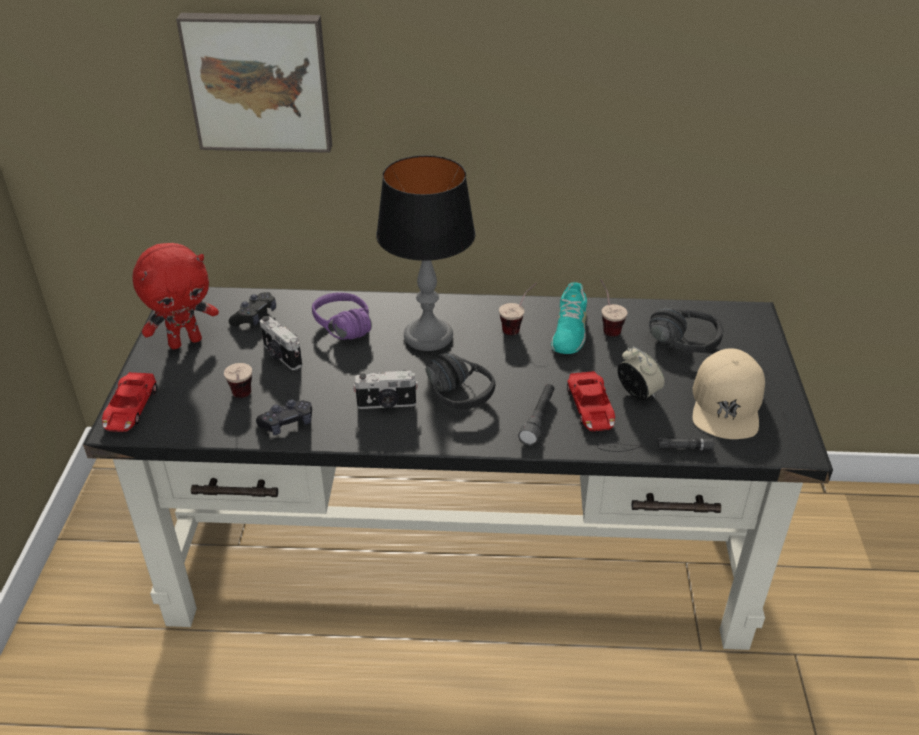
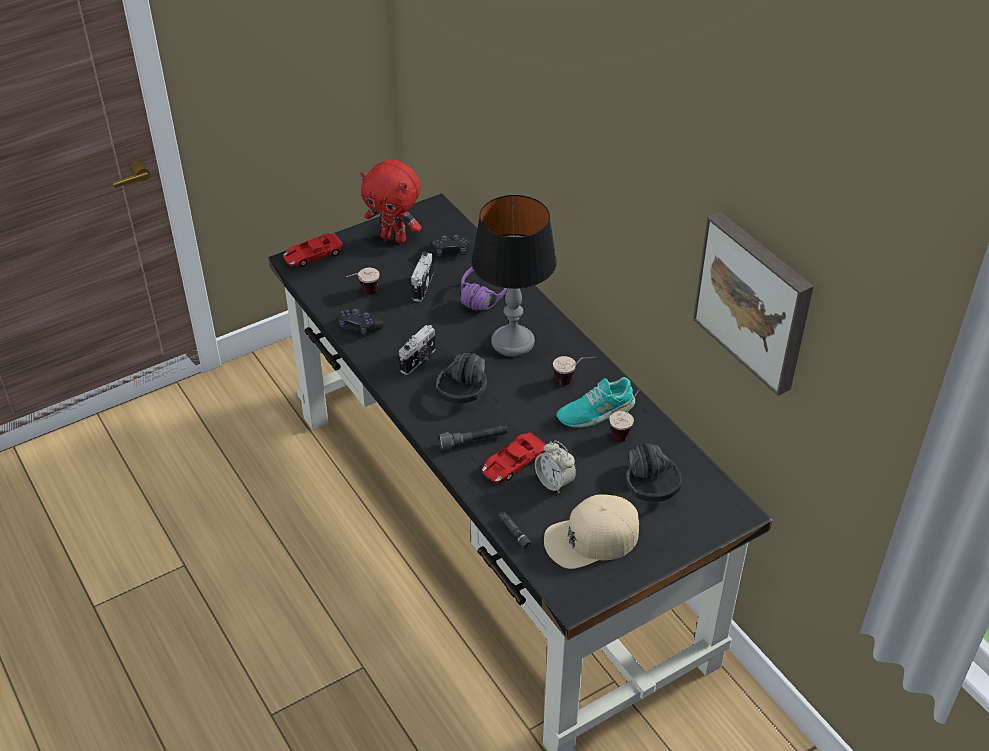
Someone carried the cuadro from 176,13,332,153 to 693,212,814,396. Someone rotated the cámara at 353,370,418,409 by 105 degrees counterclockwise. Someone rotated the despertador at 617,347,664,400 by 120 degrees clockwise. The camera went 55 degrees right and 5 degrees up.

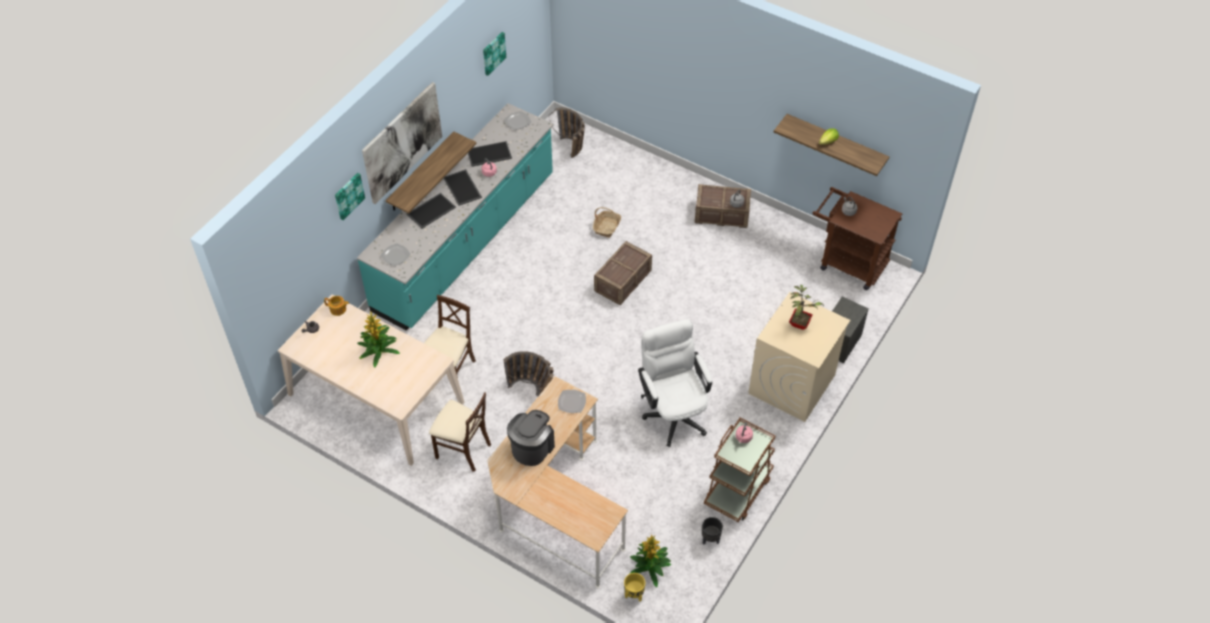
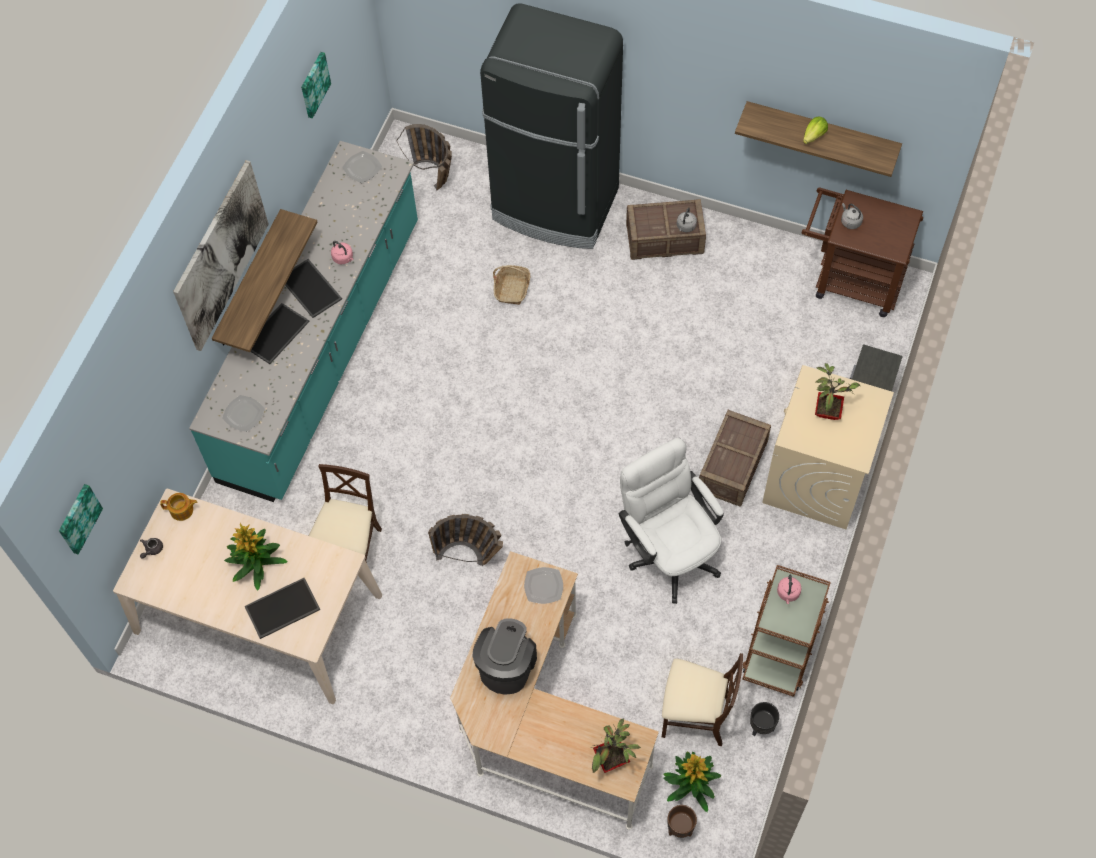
Someone carried the cuadro from 335,173,365,220 to 59,484,103,554. Someone carried the silla/beis from 429,392,491,472 to 662,653,743,746. Someone carried the bandeja from 468,141,512,167 to 244,578,320,639. Someone carried the caja de embalaje from 594,241,652,305 to 699,410,771,507. Someone repainted the maceta/amarillo at 624,573,645,602, which became the maceta/marrón at 668,805,697,838. Someone put down the nevera/negro at 480,3,623,249. Someone put down the planta en maceta at 592,719,641,773. The camera went 10 degrees left and 10 degrees up.

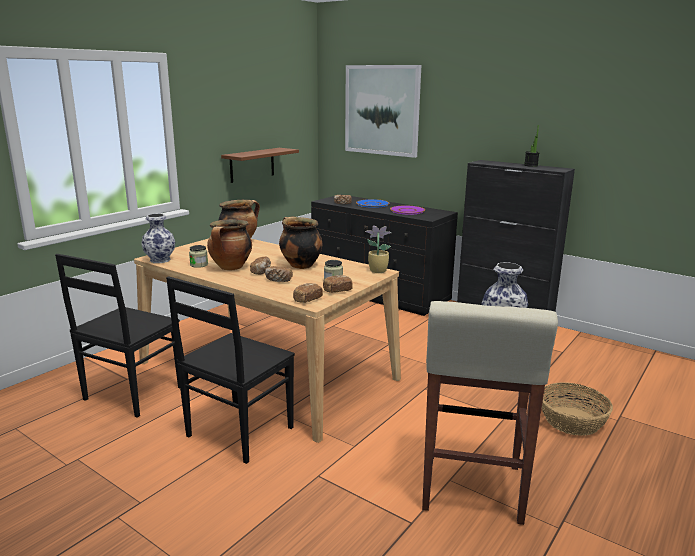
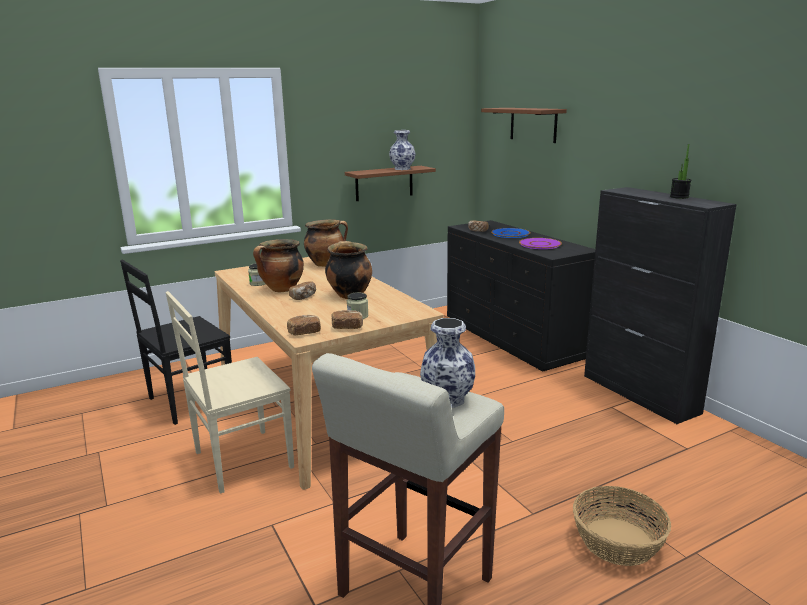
Someone carried the florero from 141,214,175,263 to 389,130,416,170. Someone repainted the silla/negro at 166,276,295,464, which became the silla/beis at 165,291,294,494. Someone took away the pan at 265,266,293,282. Someone swapped the cuadro at 345,65,421,158 for the estante/marrón at 481,108,567,143. Someone took away the planta en maceta at 365,226,391,273. The camera went 25 degrees right and 0 degrees up.

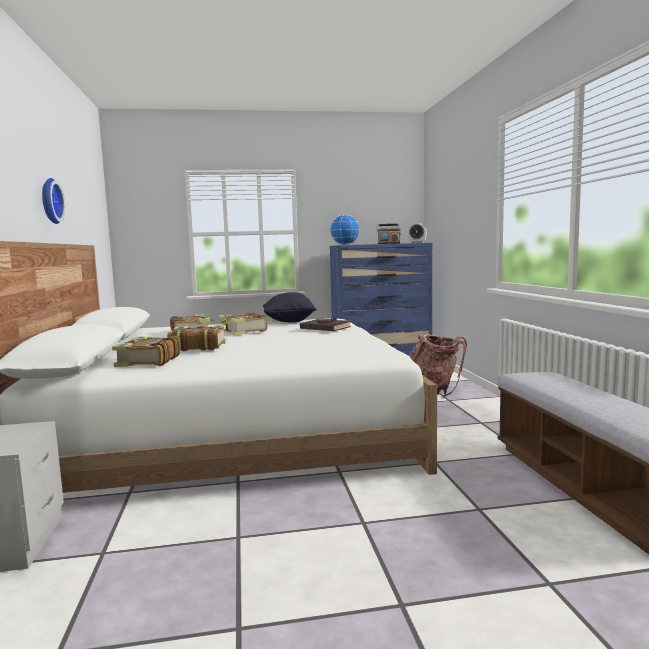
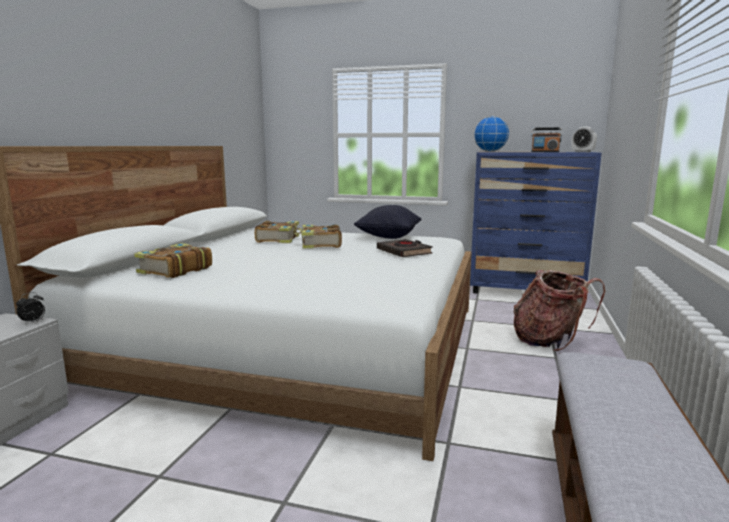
Someone took away the reloj de pared at 42,178,65,224. Someone took away the libro at 167,325,227,351. Someone put down the despertador at 16,292,45,325. The camera went 25 degrees right and 5 degrees up.

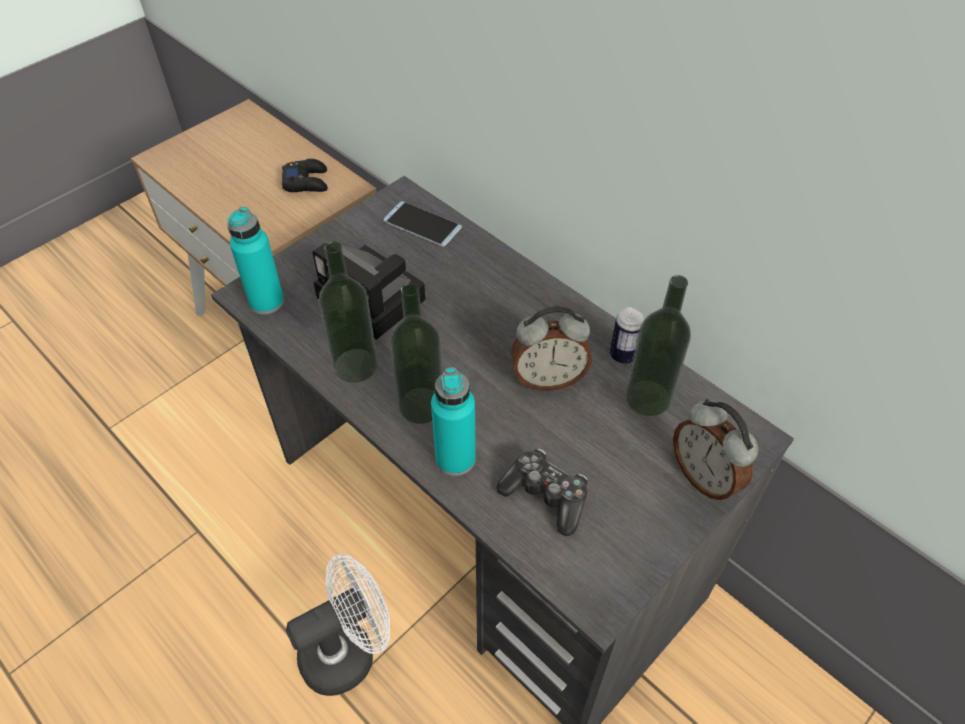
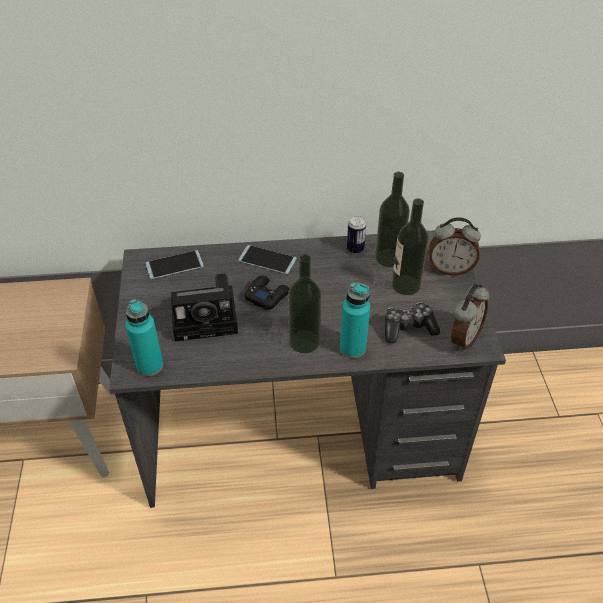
Someone carried the mando de consola/negro from 282,159,328,192 to 245,276,290,310. Someone took away the ventilador/blanco at 286,554,390,696. Someone carried the botella from 319,241,378,383 to 392,198,429,295. Someone carried the despertador from 511,306,592,391 to 451,284,490,351. Someone put down the móvil at 238,245,297,274. The camera went 50 degrees left and 5 degrees down.

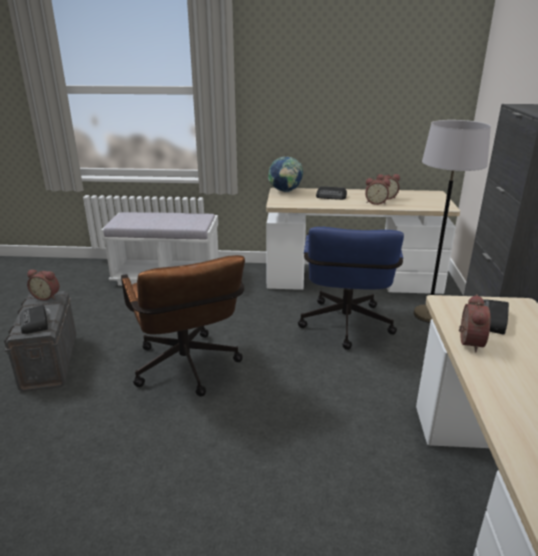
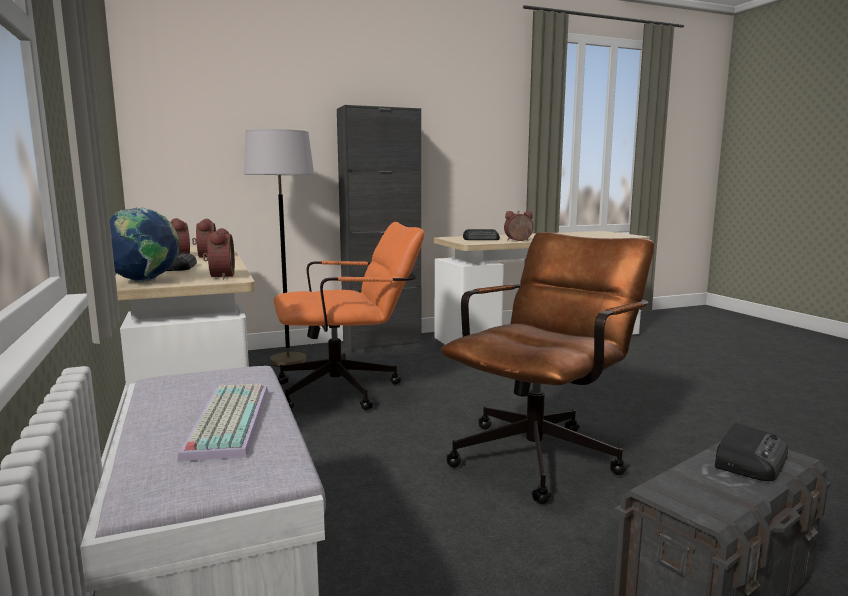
Someone carried the despertador from 27,269,59,300 to 203,228,235,279. Someone repainted the silla de oficina/azul at 298,227,404,350, which became the silla de oficina/naranja at 274,222,424,410. Someone put down the teclado at 178,384,268,462. The camera went 115 degrees left and 15 degrees down.

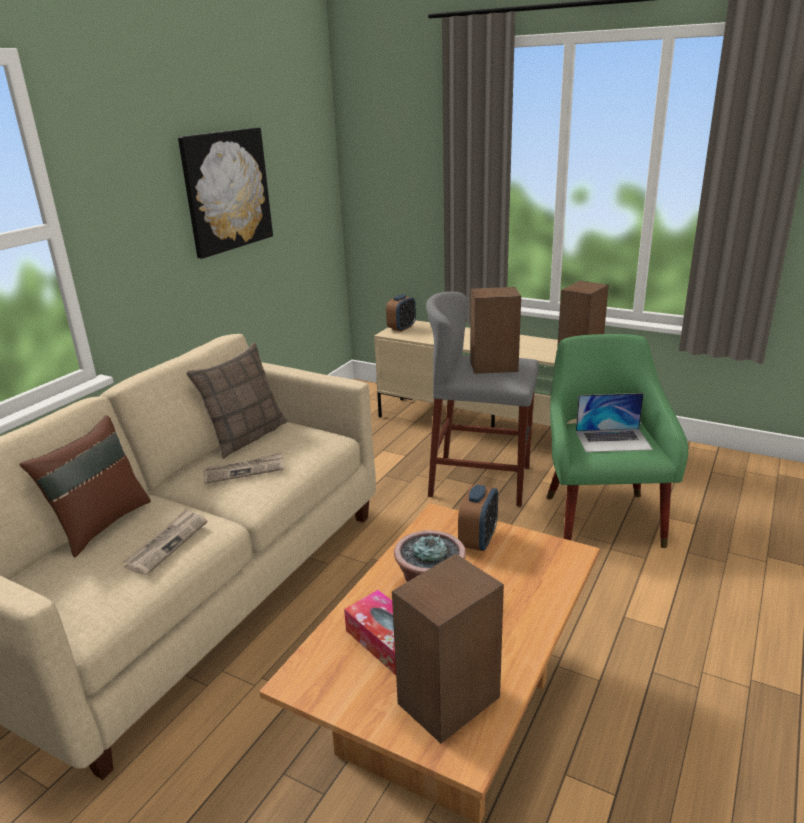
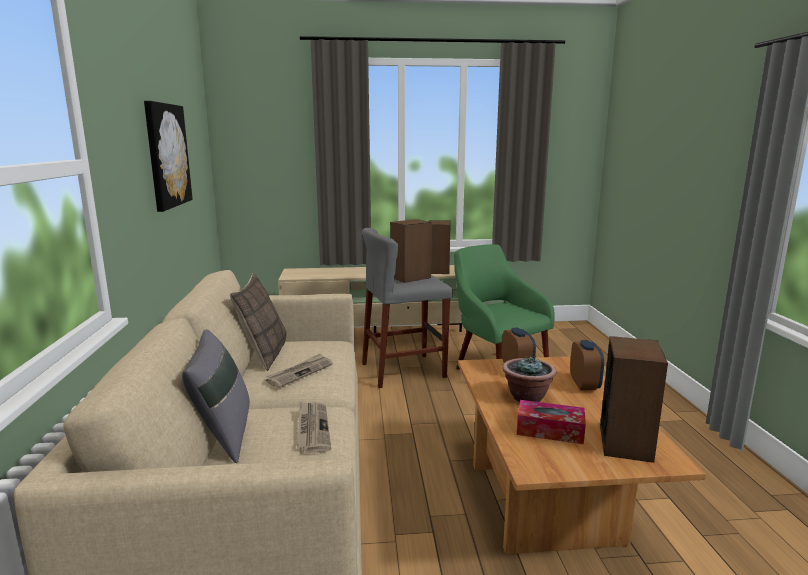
Someone repainted the cojín/marrón at 19,415,151,557, which became the cojín/gris at 182,329,250,463. Someone carried the despertador from 386,294,416,332 to 570,340,604,390. Someone took away the portátil at 576,393,653,452. The camera went 35 degrees left and 10 degrees down.

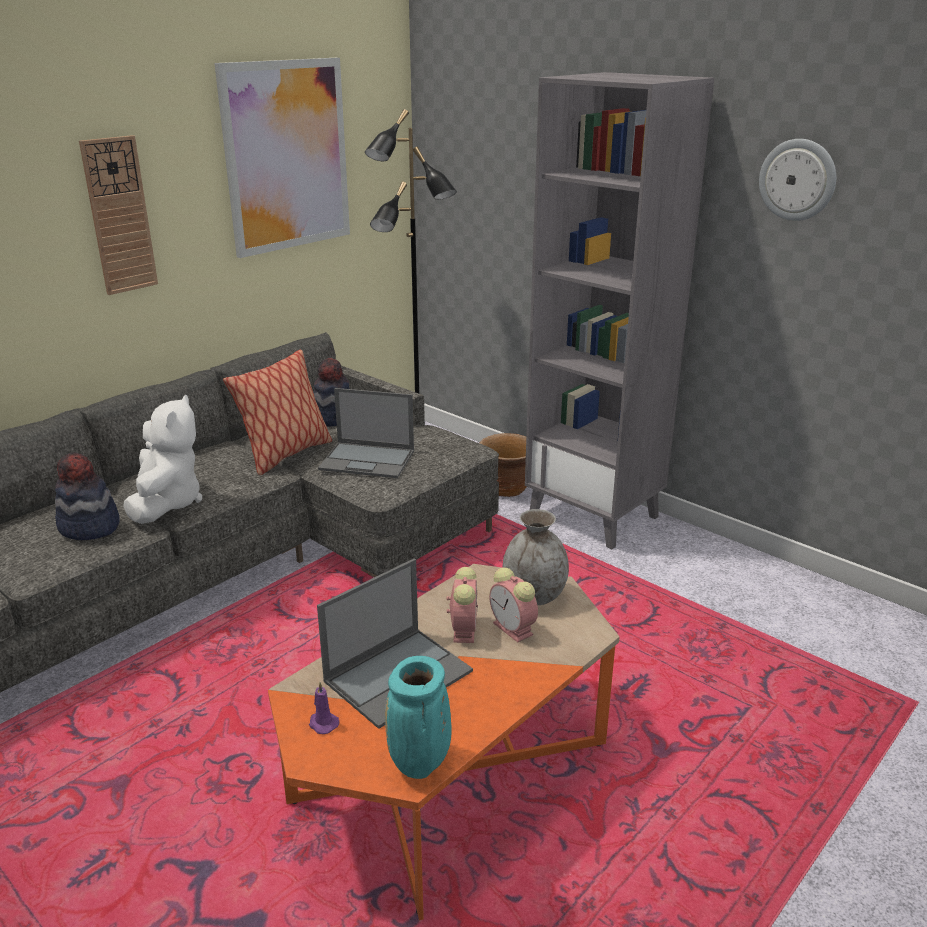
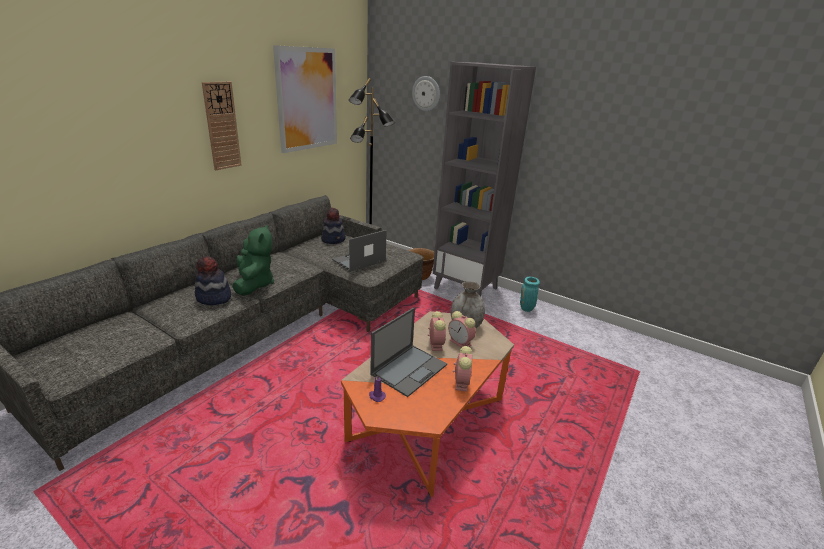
Someone repainted the peluche/blanco at 123,395,202,524, which became the peluche/verde at 232,224,274,296. Someone took away the cojín at 223,350,332,475. Someone rotated the portátil at 318,388,414,478 by 135 degrees clockwise. Someone carried the florero/turquesa from 385,656,452,779 to 520,277,540,312. Someone carried the reloj de pared from 759,139,836,221 to 412,76,440,111. Someone put down the despertador at 453,346,472,392. The camera went 10 degrees left and 0 degrees up.

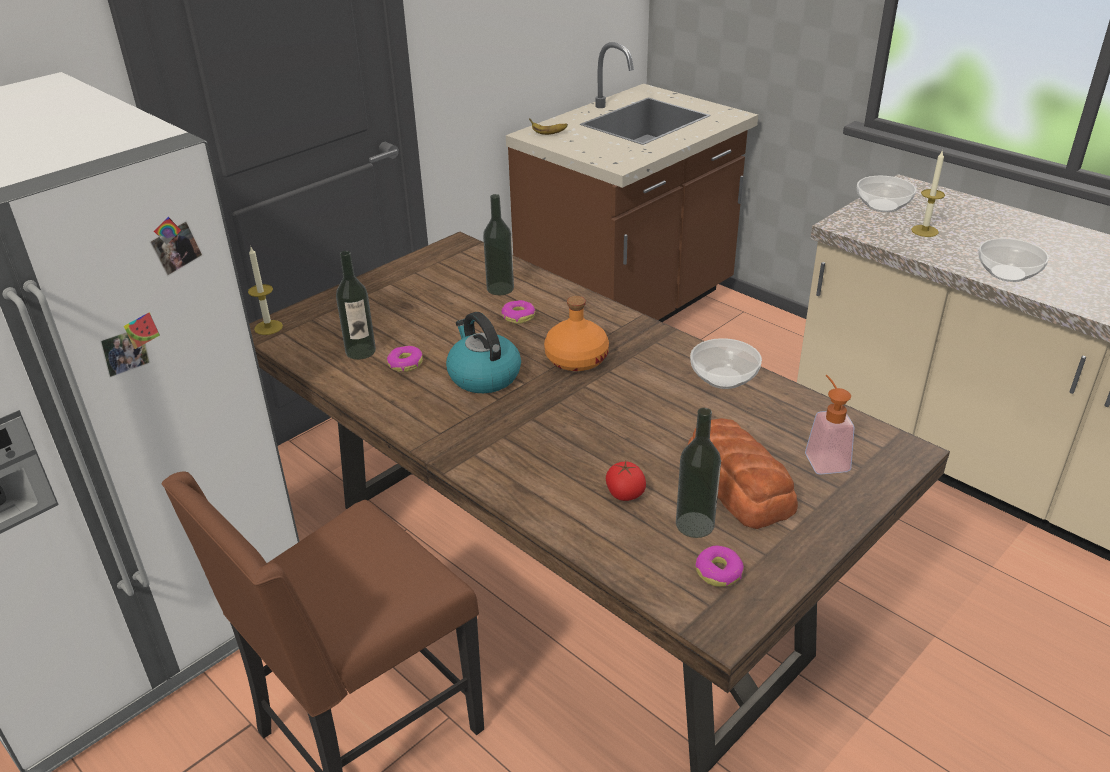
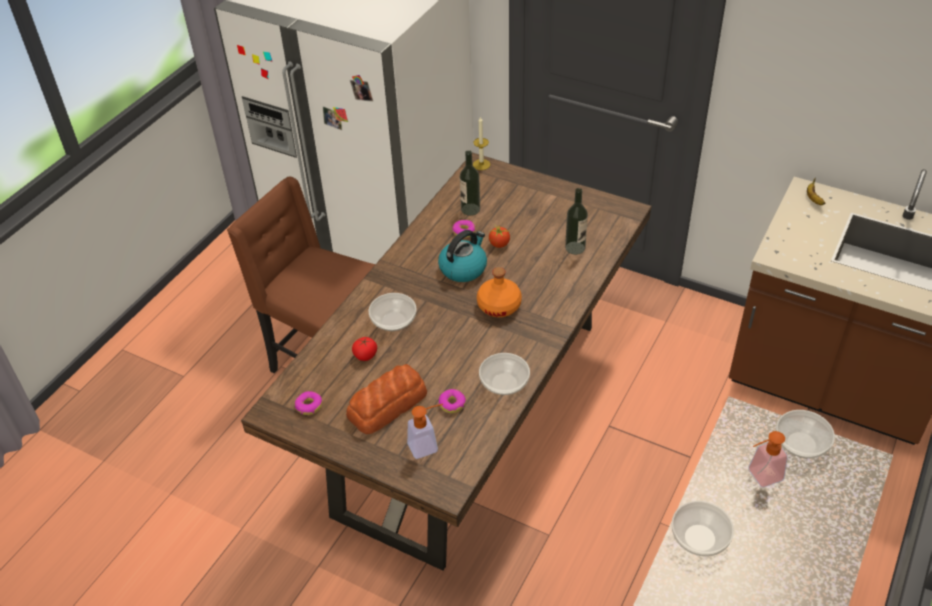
Someone carried the rosquilla from 501,300,535,324 to 439,389,466,413. Someone took away the botella at 676,408,721,538. Someone swapped the vela at 911,150,945,237 for the dispensador de jabón at 748,431,788,487. Someone put down the cuenco at 368,293,416,331. Someone put down the tomate at 489,225,510,248. The camera went 75 degrees right and 10 degrees up.

